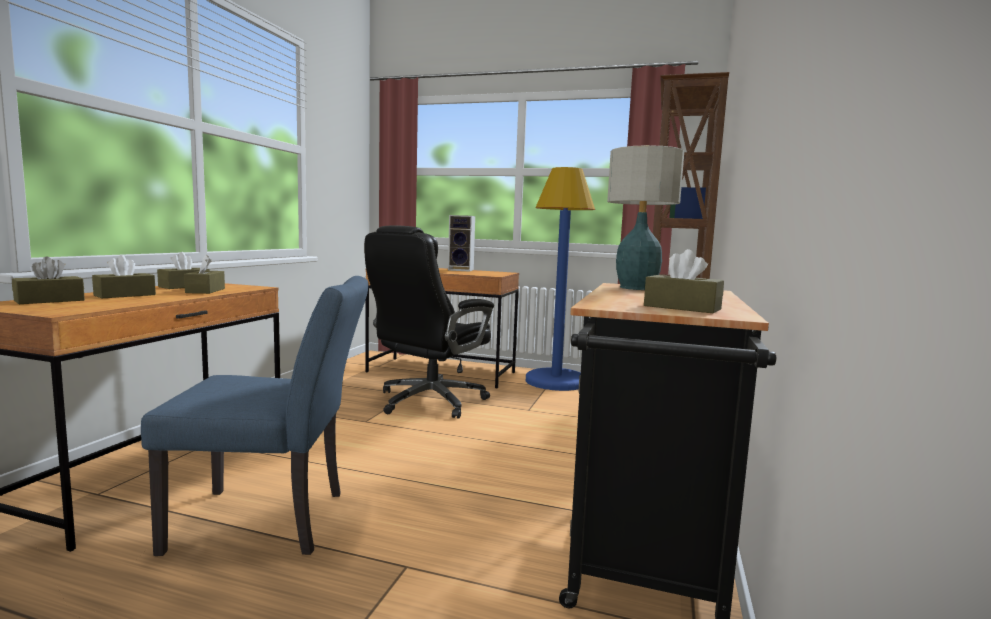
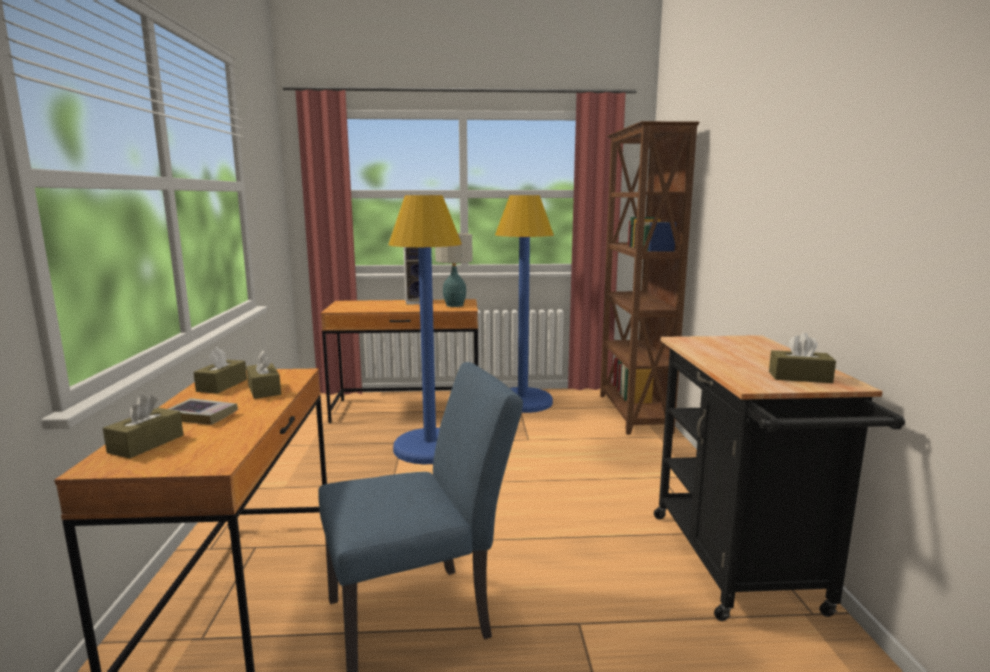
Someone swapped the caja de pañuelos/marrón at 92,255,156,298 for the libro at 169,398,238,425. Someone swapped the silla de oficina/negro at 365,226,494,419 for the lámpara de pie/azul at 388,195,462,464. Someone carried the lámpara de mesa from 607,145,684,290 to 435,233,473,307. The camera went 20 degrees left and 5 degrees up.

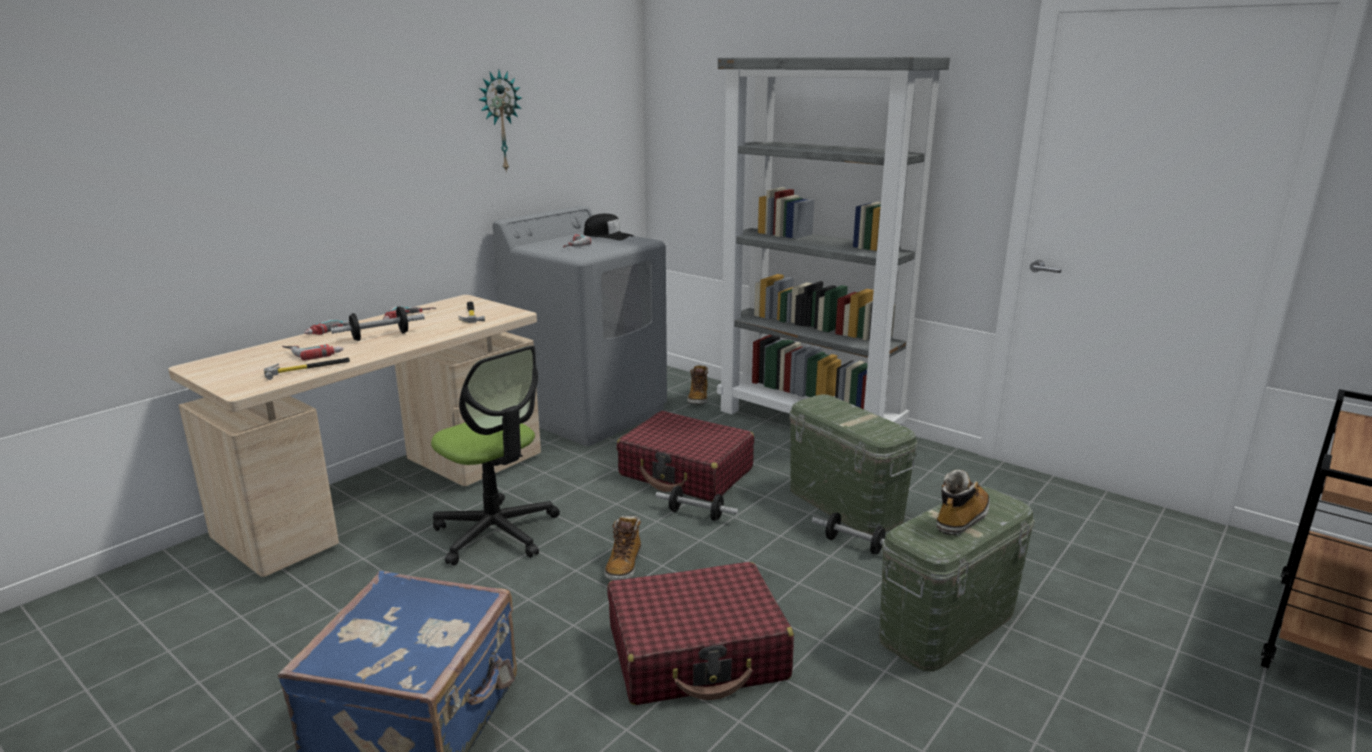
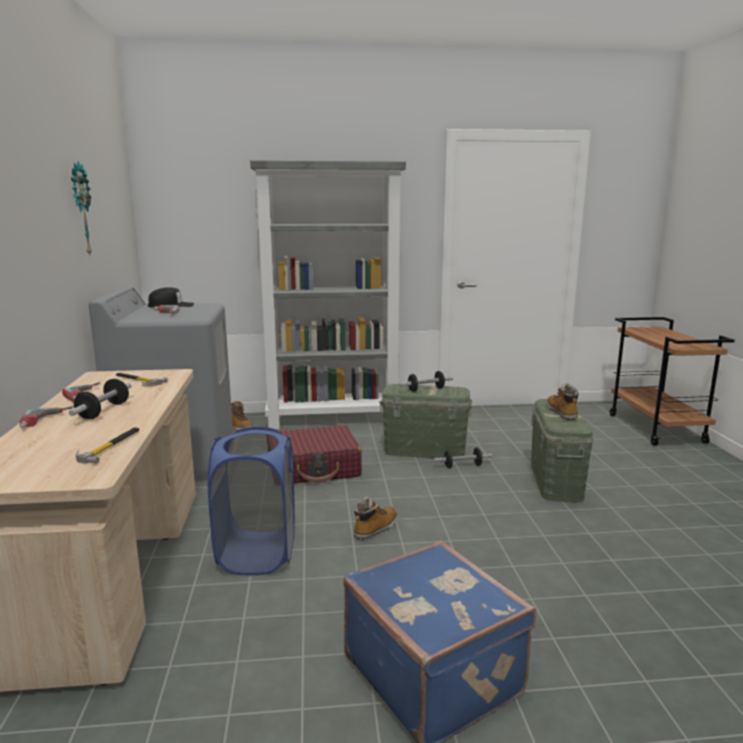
Someone took away the taladro at 282,344,344,361. Someone swapped the silla de oficina at 431,345,560,565 for the cesto de la ropa/azul at 208,427,295,575. Someone rotated the bota at 604,515,641,580 by 105 degrees counterclockwise. Someone took away the maleta/rojo at 607,562,794,705. Someone carried the mancuerna from 656,486,738,521 to 399,371,453,392. The camera went 45 degrees left and 5 degrees down.

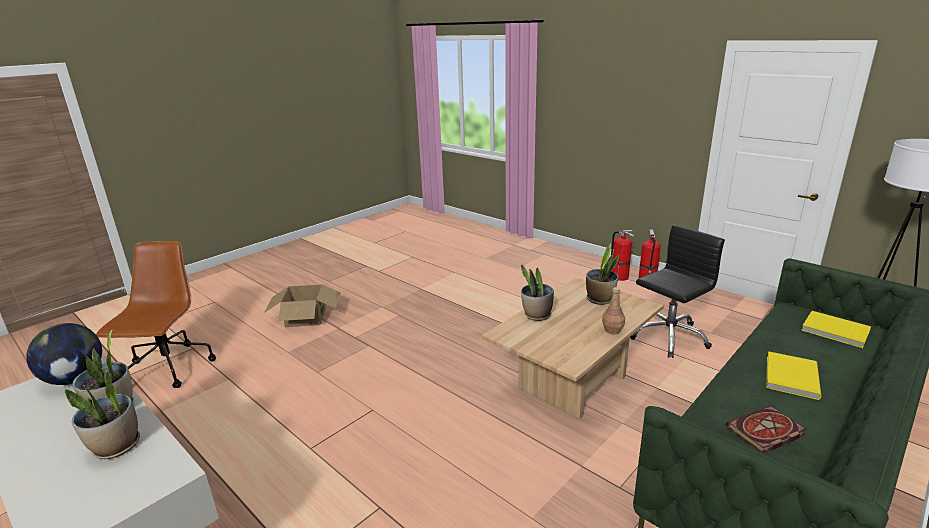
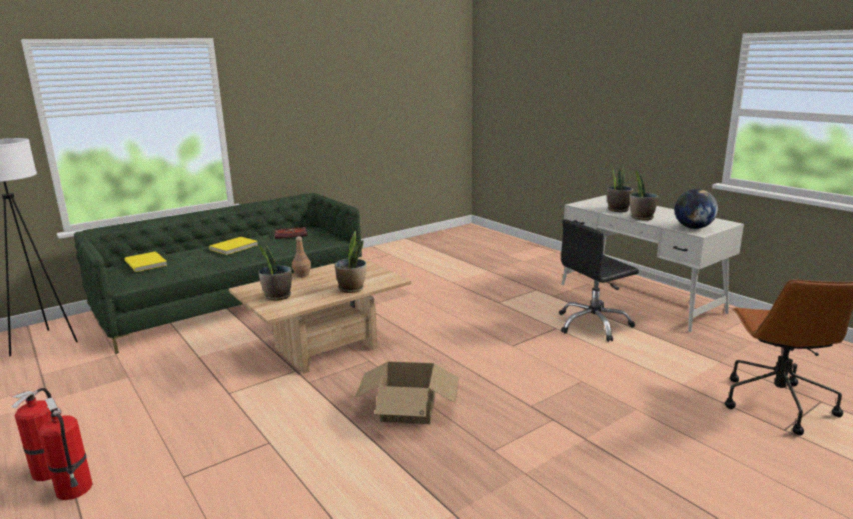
Someone carried the caja de cartón from 264,285,341,327 to 354,361,459,424. Someone carried the silla de oficina/negro from 630,225,725,358 to 559,219,639,342. The camera went 170 degrees left and 5 degrees down.

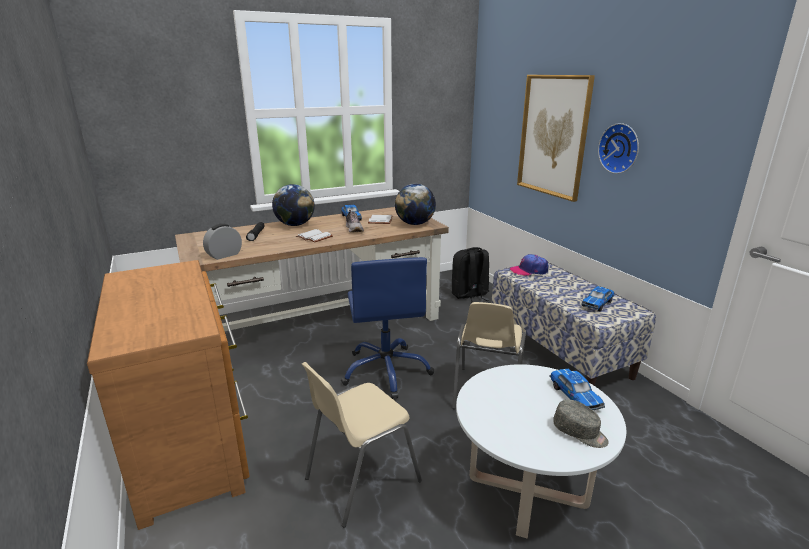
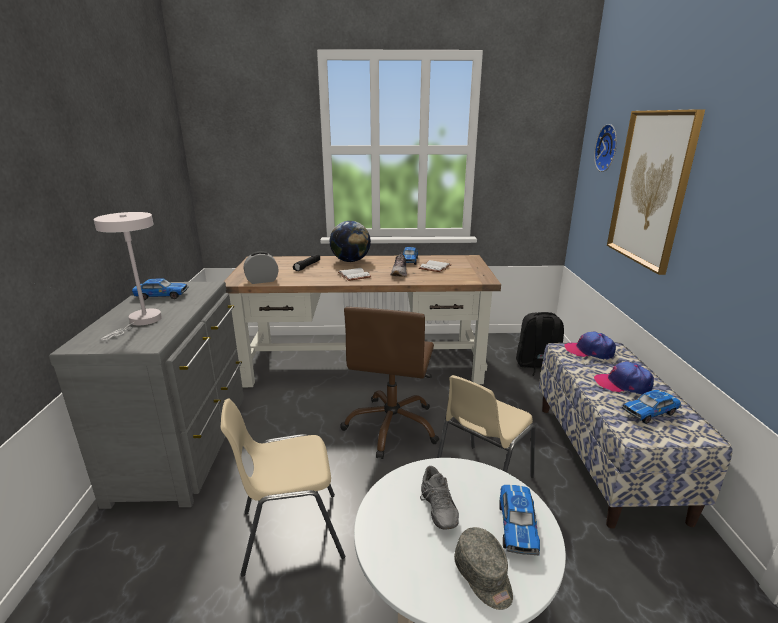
Someone repainted the cómoda/marrón at 87,260,250,530, which became the cómoda/gris at 49,282,244,509. Someone repainted the silla de oficina/azul at 341,257,434,399, which became the silla de oficina/marrón at 341,307,439,459. Someone took away the globo terráqueo at 395,184,436,225. Someone carried the reloj de pared from 598,123,639,174 to 594,124,617,172. Someone put down the lámpara de mesa/blanco at 94,212,162,340. Someone put down the coche de juguete at 131,279,189,300. Someone put down the zapato/gris at 420,466,459,529. Someone put down the gorra at 594,361,654,395. The camera went 25 degrees right and 0 degrees up.

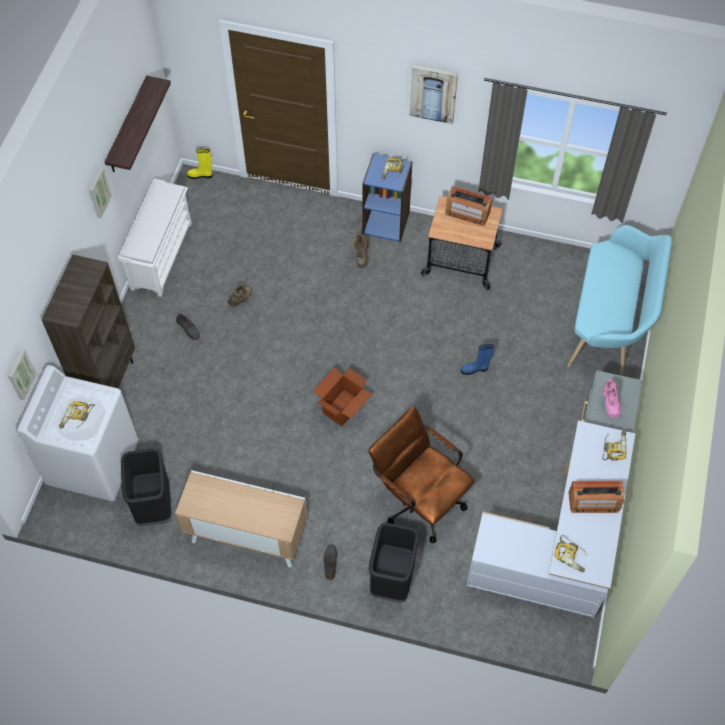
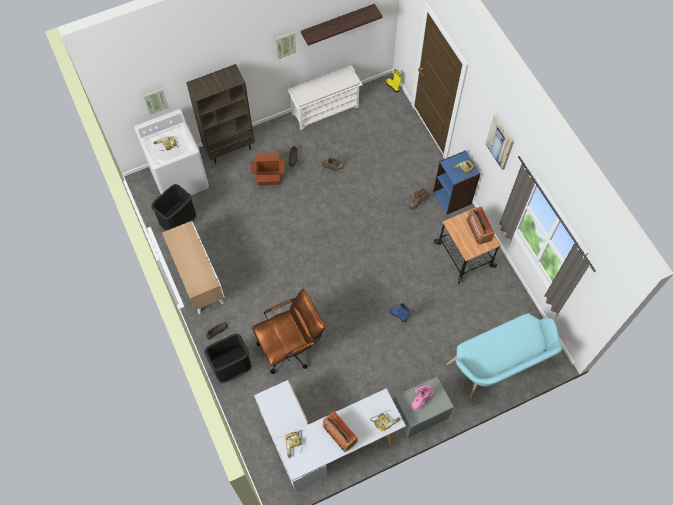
Someone carried the caja de cartón from 313,367,372,426 to 251,153,285,186. Someone rotated the silla de oficina/marrón at 369,406,475,543 by 60 degrees clockwise. The camera went 50 degrees right and 5 degrees up.

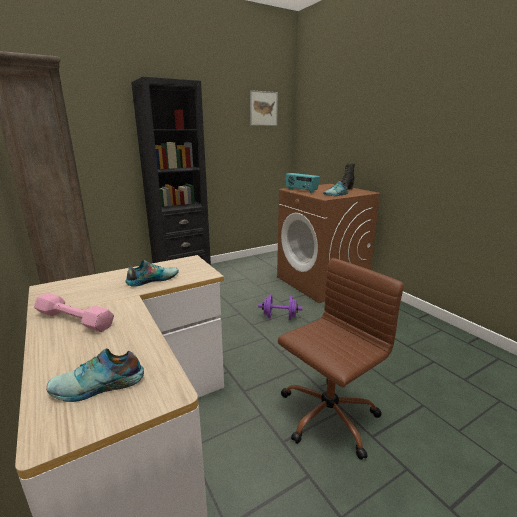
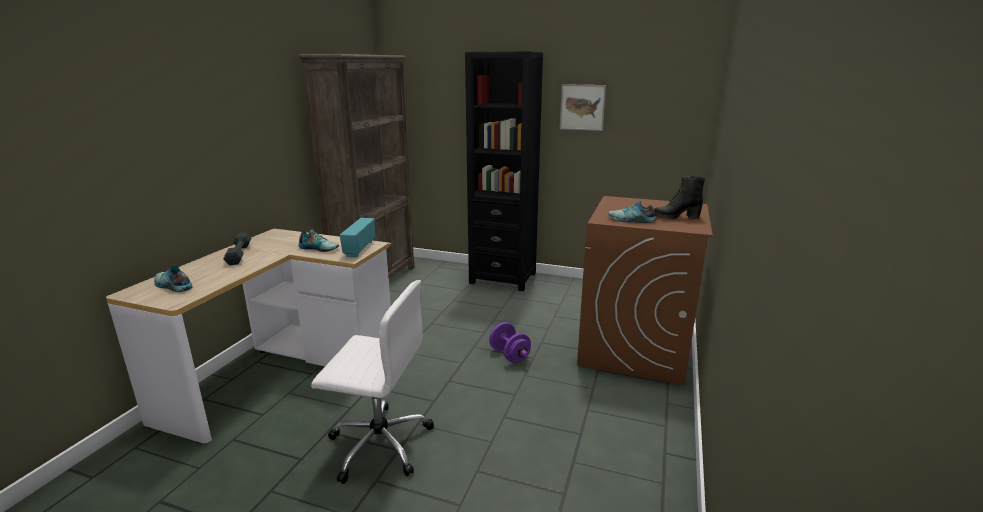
Someone repainted the mancuerna/rosa at 34,293,114,332, which became the mancuerna/gris at 223,233,251,265. Someone carried the cuadro from 250,90,278,126 to 560,84,606,131. Someone repainted the silla de oficina/marrón at 278,258,404,460, which became the silla de oficina/blanco at 311,280,434,484. Someone carried the radio from 286,173,320,193 to 340,218,375,257. The camera went 50 degrees right and 0 degrees up.

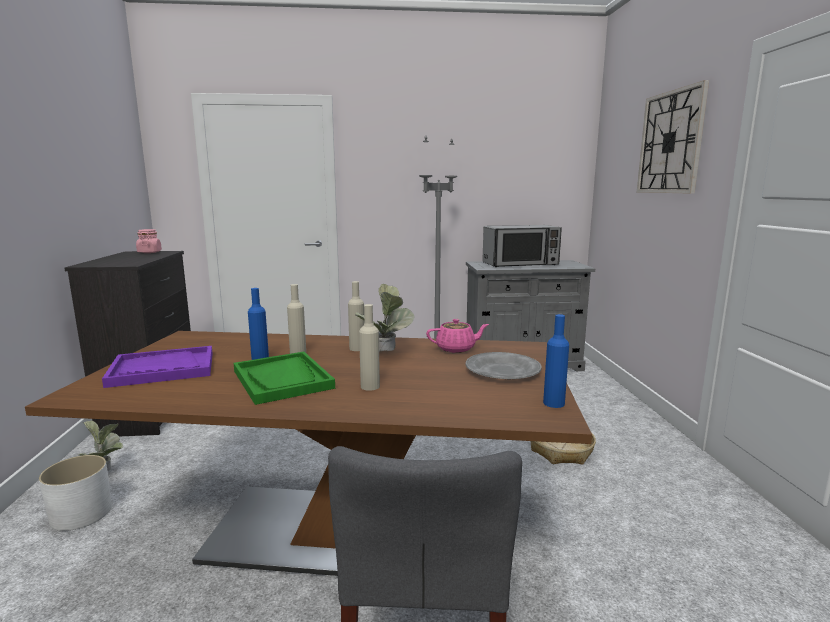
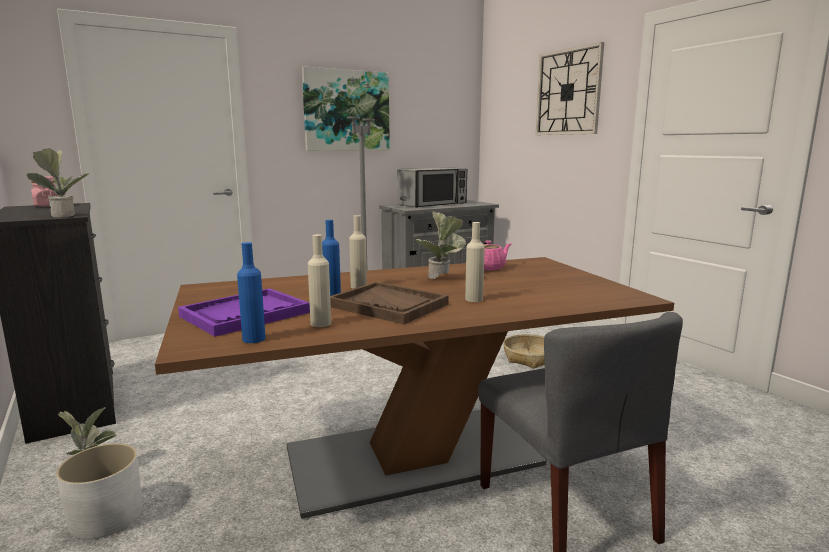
Someone repainted the bandeja/verde at 234,352,335,405, which became the bandeja/marrón at 330,282,449,324. Someone carried the botella/beis from 348,281,365,351 to 308,234,331,327. Someone took away the plato/gris at 466,352,542,379. Someone carried the botella/azul from 543,314,569,408 to 237,242,266,343. Someone put down the planta en maceta at 27,148,90,218. Someone put up the cuadro at 302,66,390,151. The camera went 25 degrees left and 0 degrees up.

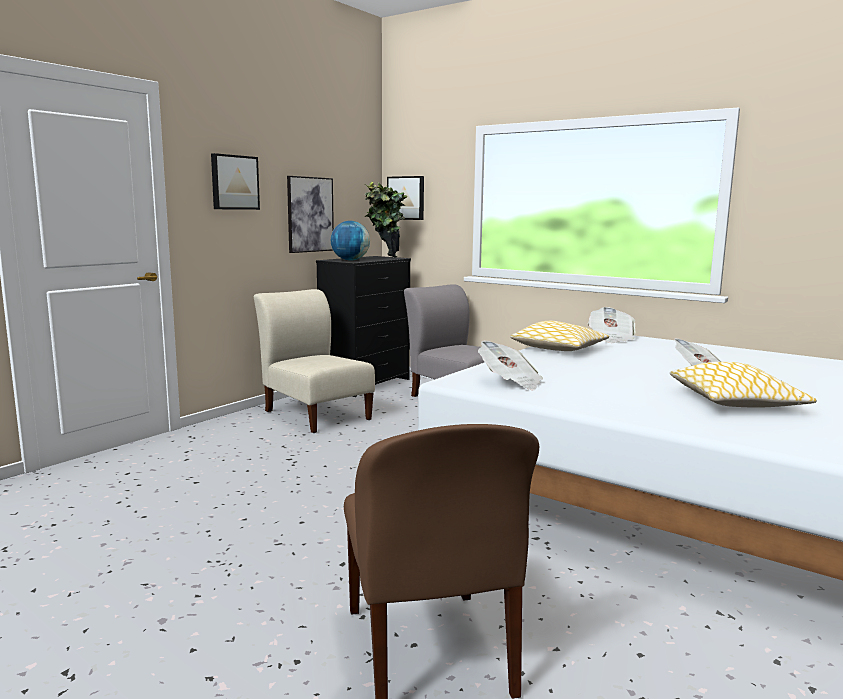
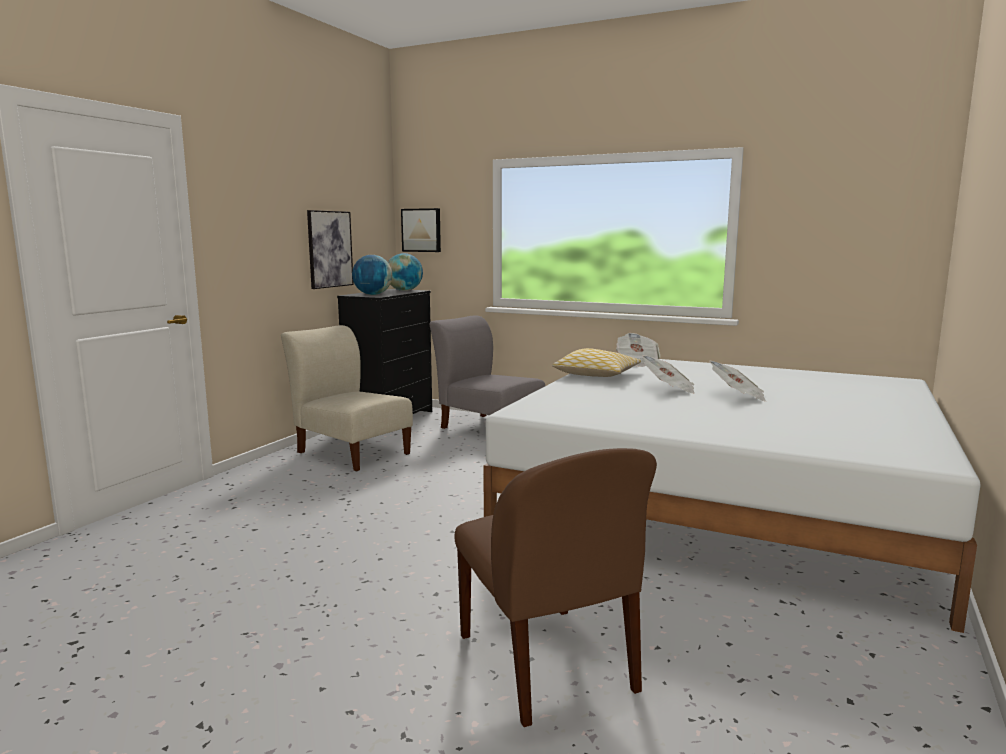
Someone took away the cuadro at 211,153,260,210. Someone swapped the planta en maceta at 364,182,407,257 for the globo terráqueo at 388,253,423,291. Someone carried the periódico from 478,340,543,391 to 642,355,695,394. Someone took away the cojín at 670,362,817,408. The camera went 10 degrees left and 0 degrees up.

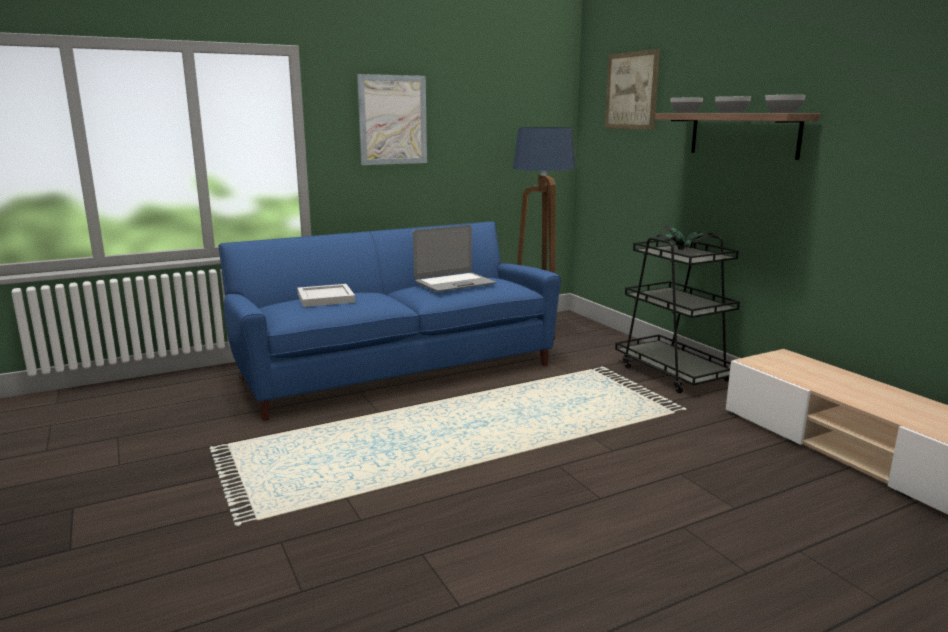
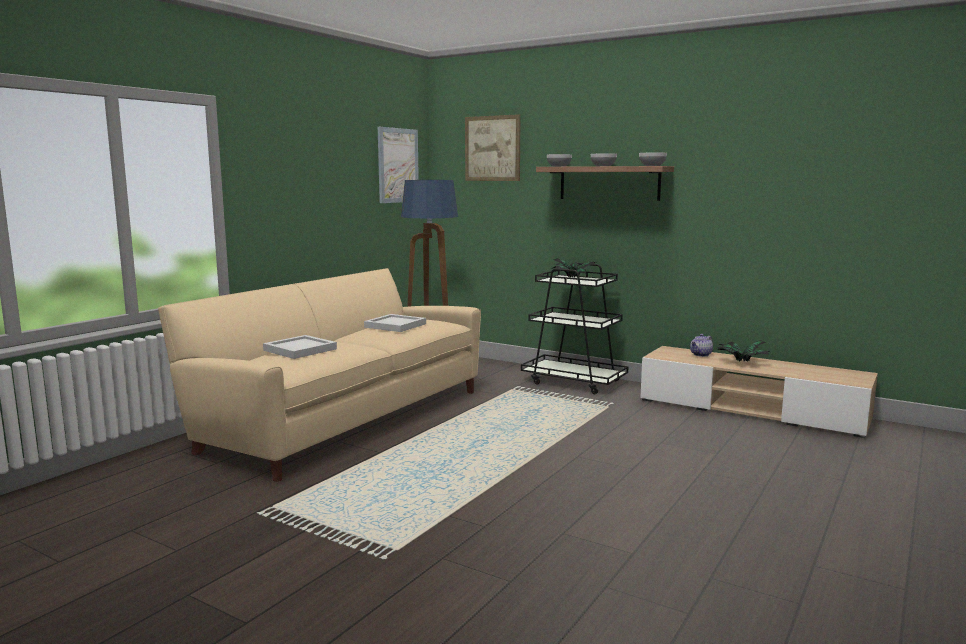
Someone repainted the sofá/azul at 219,221,561,421, which became the sofá/beis at 158,268,481,482. Someone carried the cuadro from 357,74,427,165 to 378,127,419,203. Someone swapped the portátil at 413,225,496,292 for the bandeja/blanco at 364,314,426,332. Someone put down the tetera at 690,334,713,357. Someone put down the planta en maceta at 717,340,769,362. The camera went 30 degrees left and 5 degrees down.

